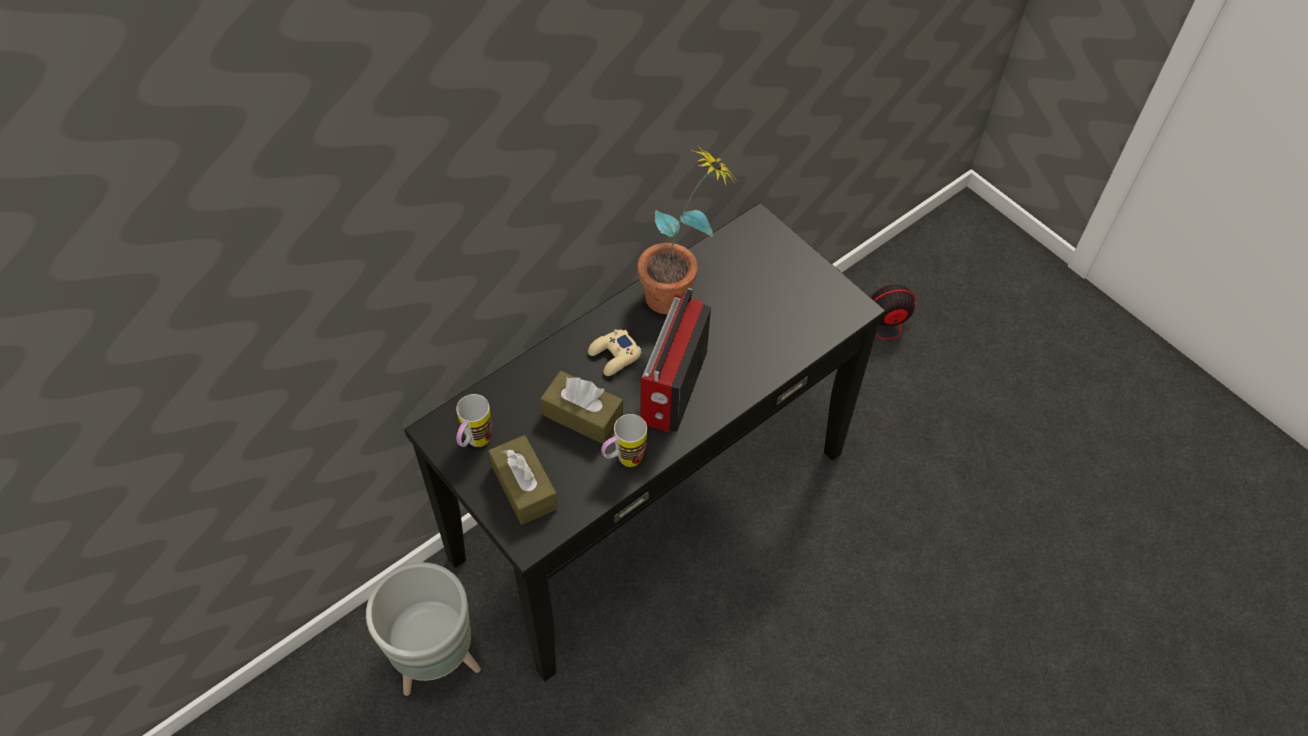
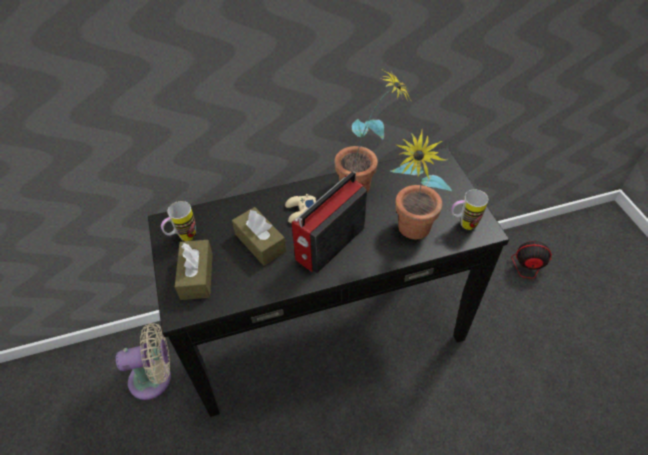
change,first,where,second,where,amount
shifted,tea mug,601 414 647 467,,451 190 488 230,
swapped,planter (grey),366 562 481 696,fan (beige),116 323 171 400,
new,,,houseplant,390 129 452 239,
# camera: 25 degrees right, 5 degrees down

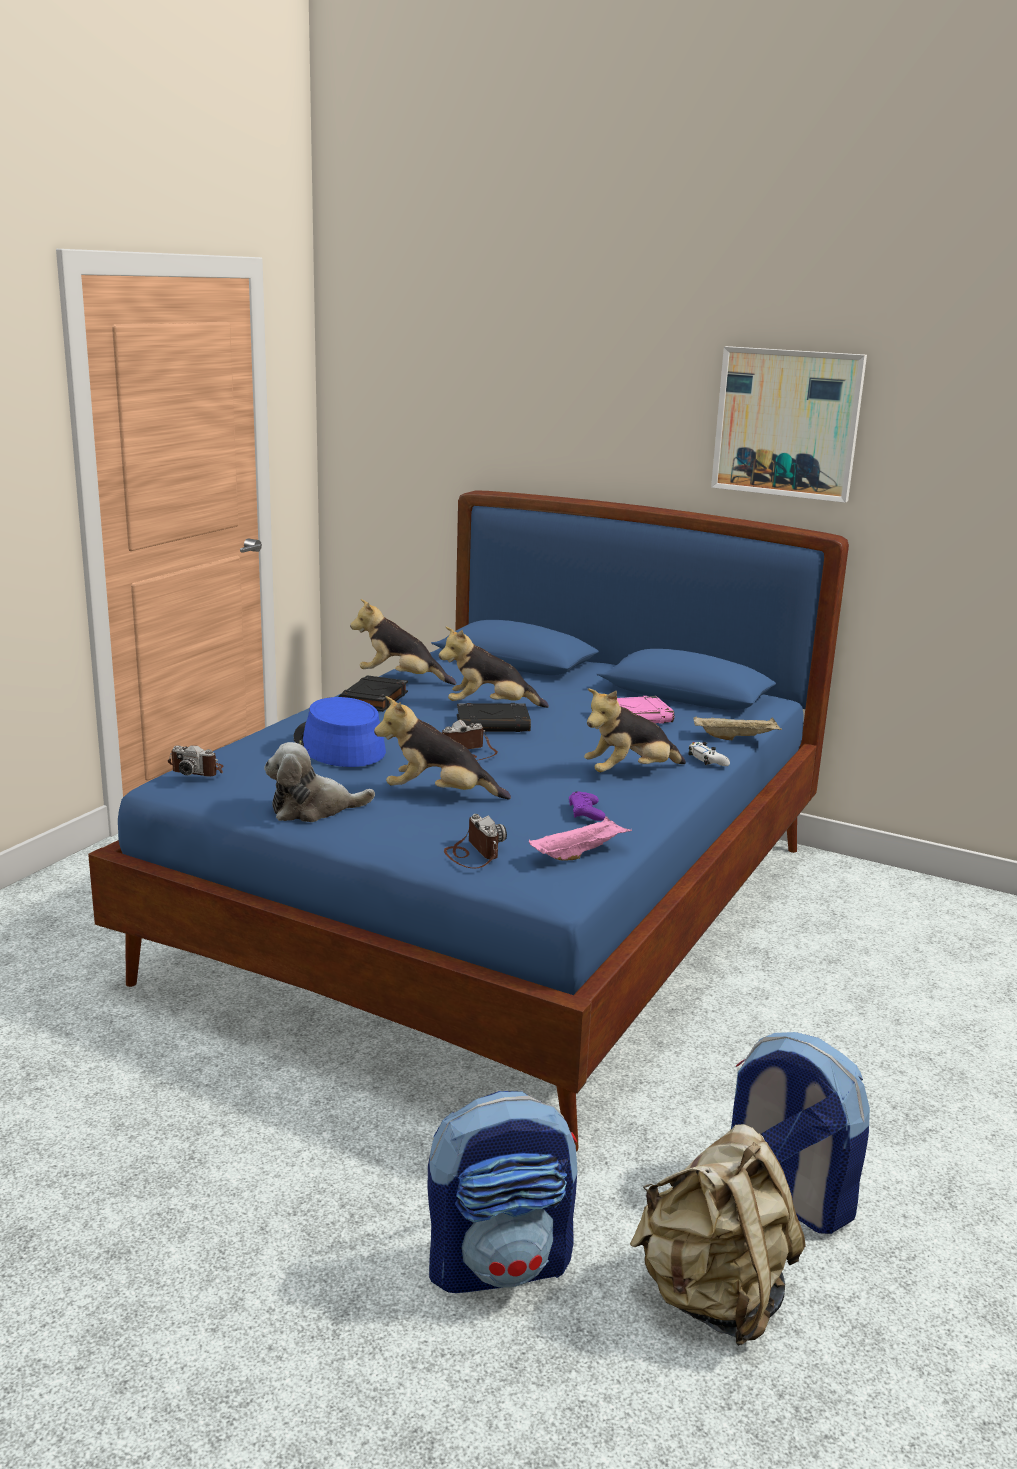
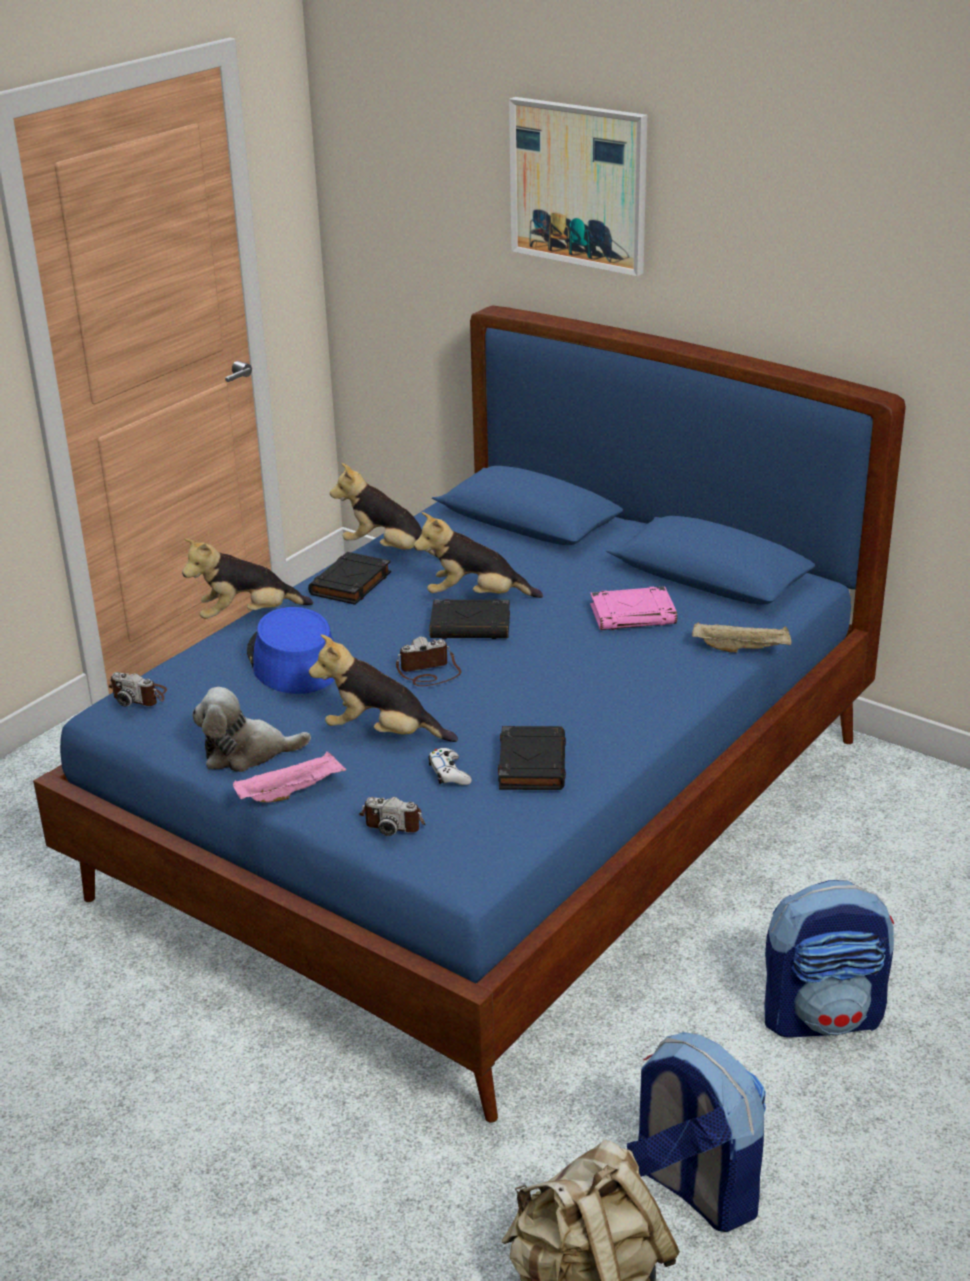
change,first,where,second,where,amount
shifted,picture,711 346 867 503,,509 97 647 276,
shifted,soft toy,584 688 686 772,,182 538 313 619,
shifted,joypad (white),688 742 730 766,,428 748 472 785,
swapped,joypad (purplish),569 791 605 821,volume (black-coloured),498 726 566 790,
rotated,still camera,444 814 507 868,,359 797 426 836,120 degrees clockwise
shifted,tray (pink),529 817 632 861,,233 752 346 802,
shifted,knapsack,428 1091 577 1293,,765 880 894 1037,
# camera: 10 degrees right, 10 degrees up

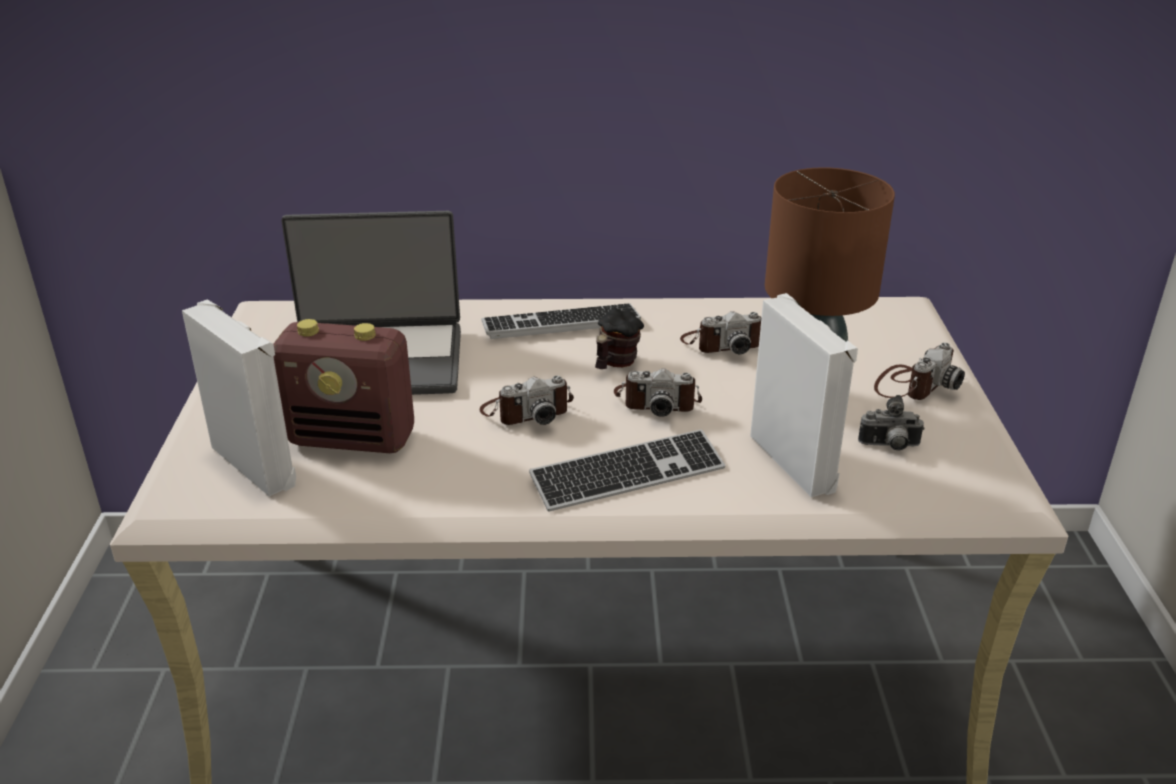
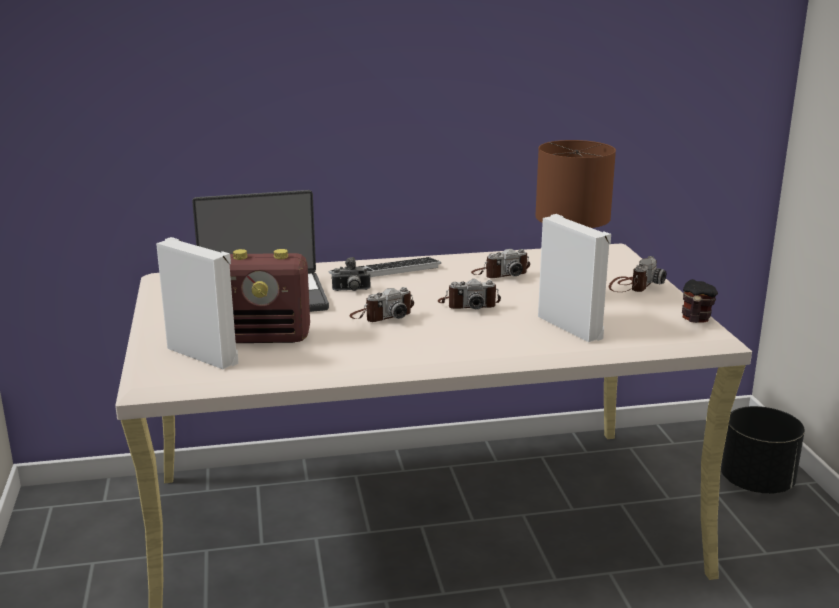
change,first,where,second,where,amount
shifted,tea mug,595 308 644 369,,682 279 718 323,
shifted,still camera,858 395 924 451,,331 257 371 291,
gone,keyboard,529 429 725 512,,,
new,,,planter (black-coloured),721 406 805 494,
# camera: 10 degrees left, 10 degrees down

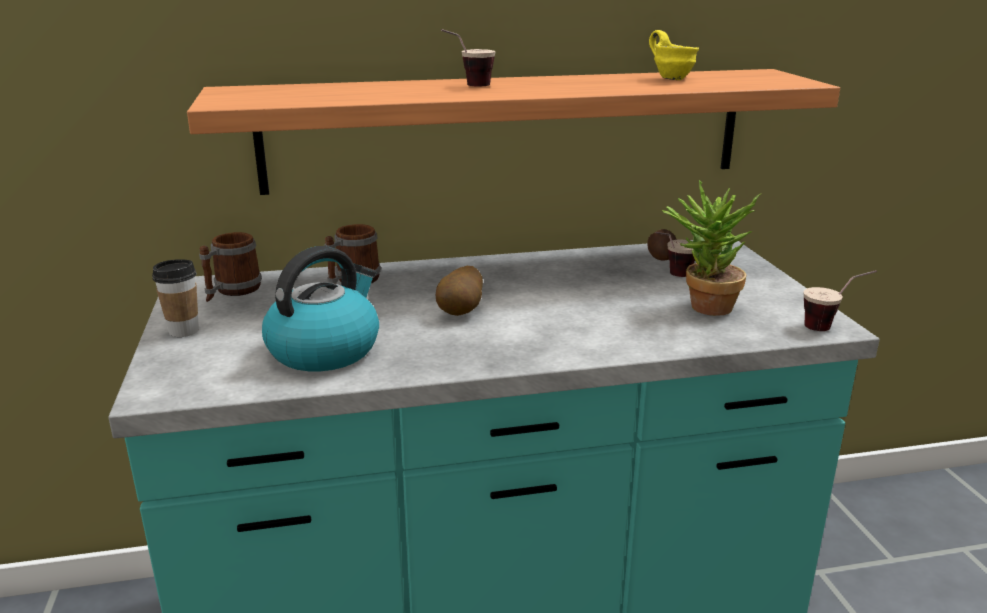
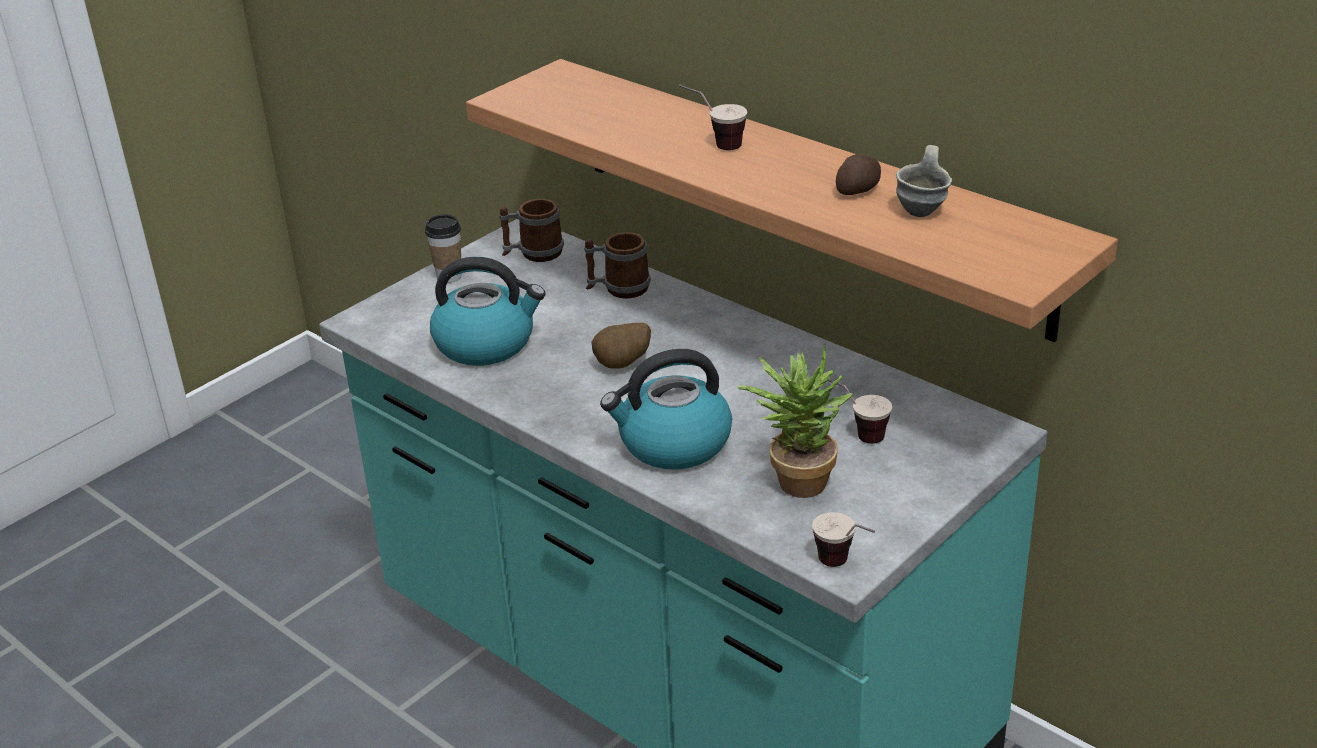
change,first,where,second,where,amount
repainted,tea mug (yellowish),649 30 699 80,tea mug (grey),896 145 952 217,
shifted,whole potato,647 229 677 260,,836 154 881 195,
new,,,tea kettle,600 349 732 470,
# camera: 55 degrees right, 10 degrees up

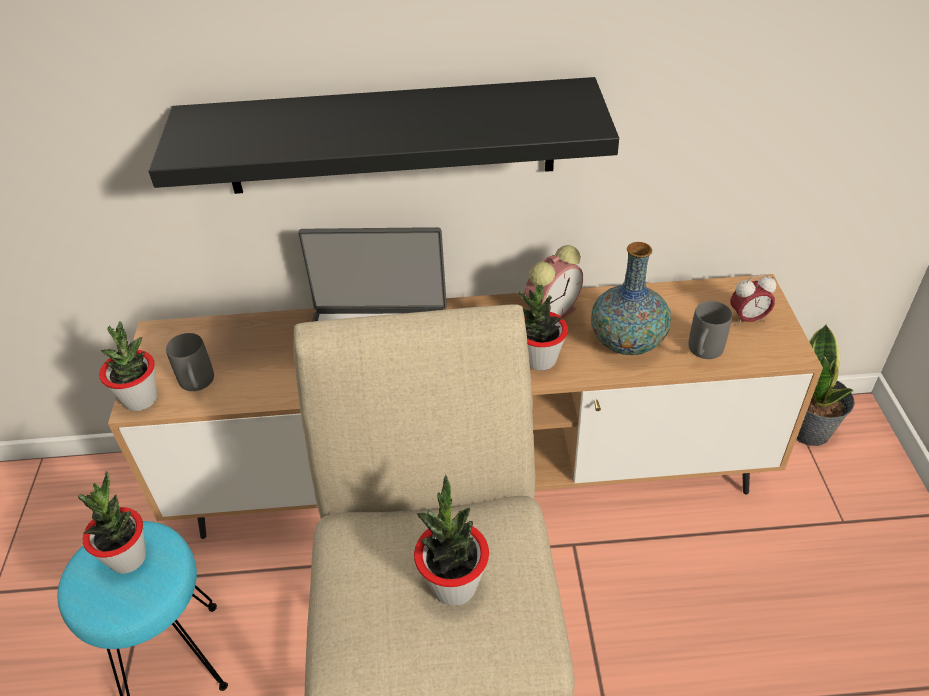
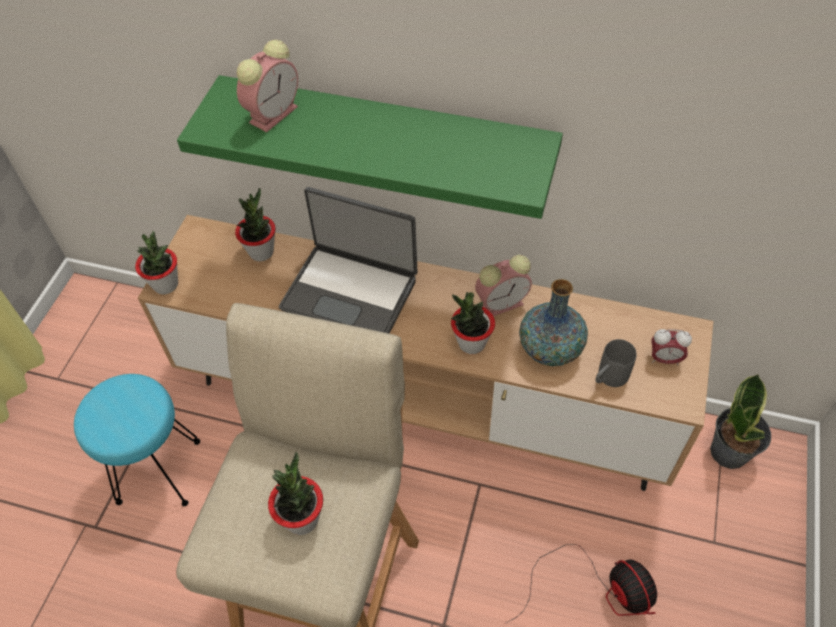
change,first,where,second,where,amount
repainted,shelf (black-coloured),149 77 619 194,shelf (green-coloured),177 75 563 219,
gone,tea mug (grey),166 333 214 391,,,
shifted,houseplant,78 471 146 574,,235 188 276 261,
new,,,table clock,236 39 298 132,
new,,,fan,506 544 657 623,
# camera: 20 degrees right, 10 degrees up

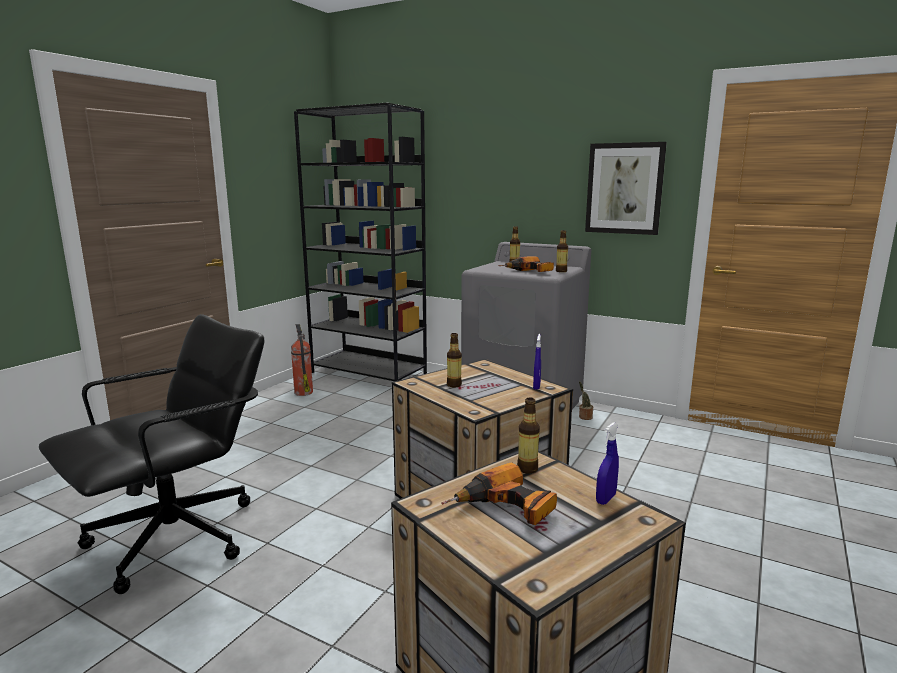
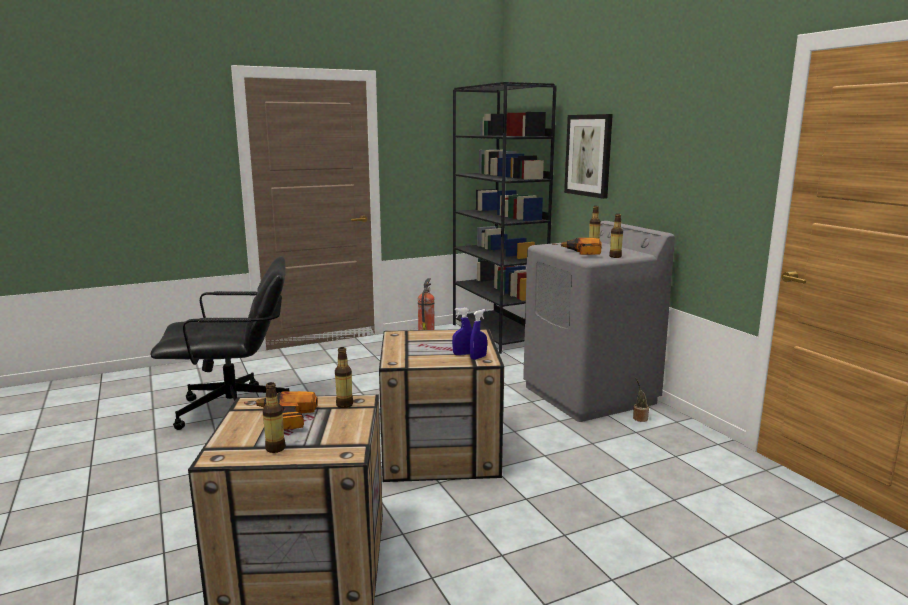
change,first,where,second,where,amount
shifted,picture,585 142 667 235,,564 114 613 199,
shifted,drink bottle,447 333 462 387,,262 382 286 453,
shifted,hand sprayer (bluish),596 422 619 505,,452 307 472 355,
# camera: 35 degrees right, 0 degrees up

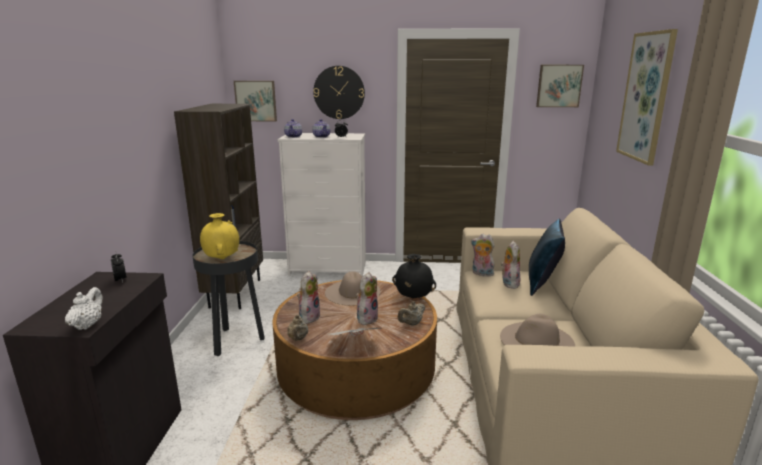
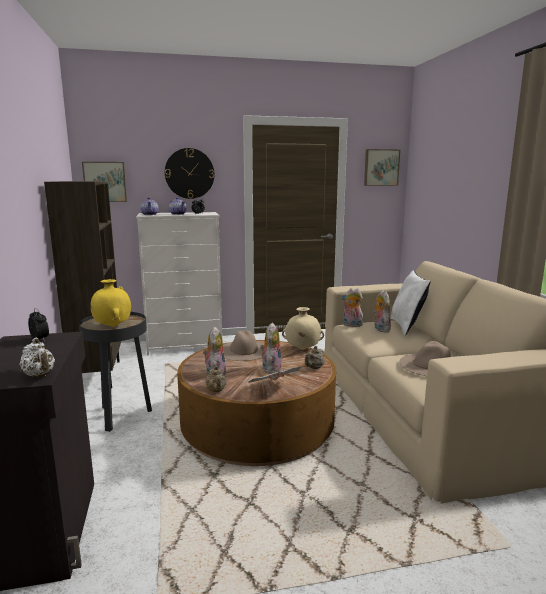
change,first,where,second,where,amount
gone,picture,616 29 678 166,,,
repainted,cushion (bluish),529 219 565 296,cushion (white),390 271 431 336,
repainted,vase (black-coloured),392 254 436 298,vase (beige),282 307 324 350,
rotated,tea pot (white),65 287 103 330,,19 338 55 378,150 degrees clockwise
# camera: 15 degrees left, 5 degrees down

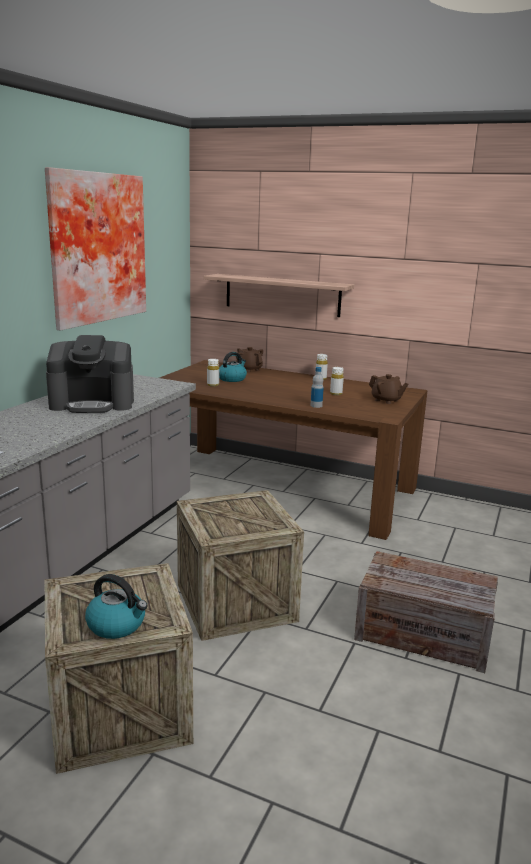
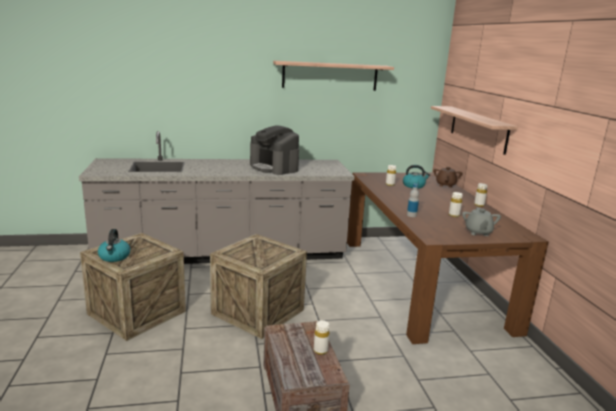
change,first,where,second,where,amount
swapped,picture,45 167 146 331,shelf,273 61 394 91,
repainted,tea pot (brownish),369 374 408 404,tea pot (grey),462 207 501 236,
new,,,drink bottle (white),314 320 329 355,
# camera: 55 degrees right, 0 degrees up

